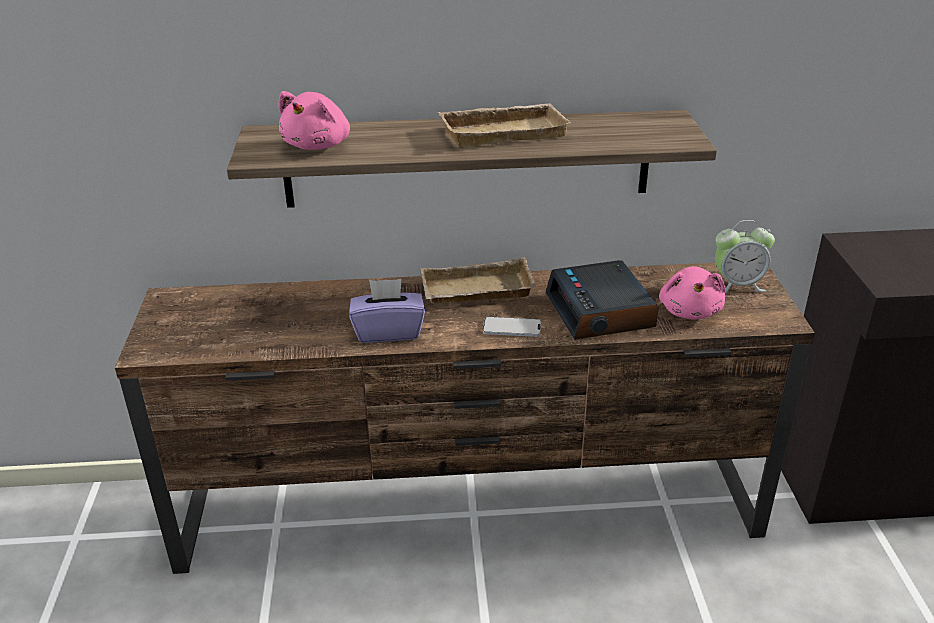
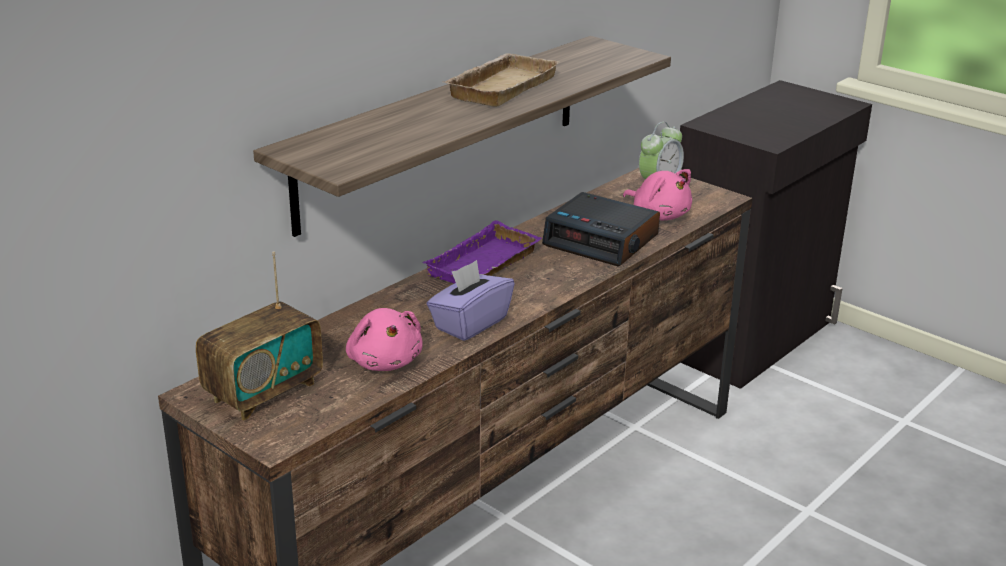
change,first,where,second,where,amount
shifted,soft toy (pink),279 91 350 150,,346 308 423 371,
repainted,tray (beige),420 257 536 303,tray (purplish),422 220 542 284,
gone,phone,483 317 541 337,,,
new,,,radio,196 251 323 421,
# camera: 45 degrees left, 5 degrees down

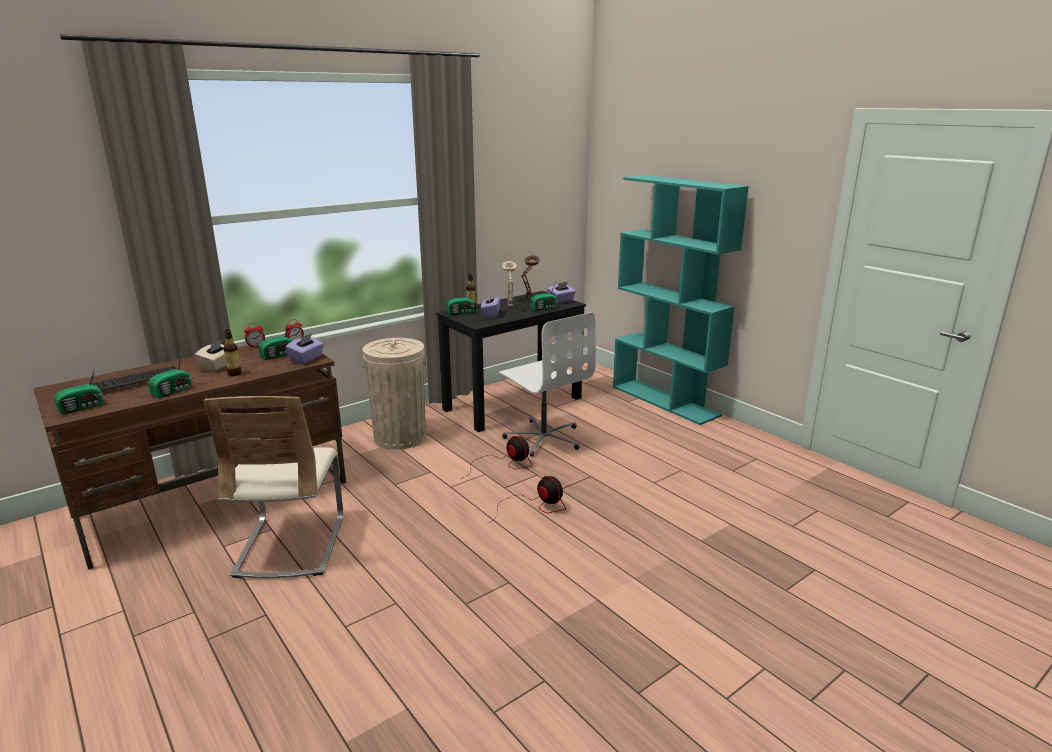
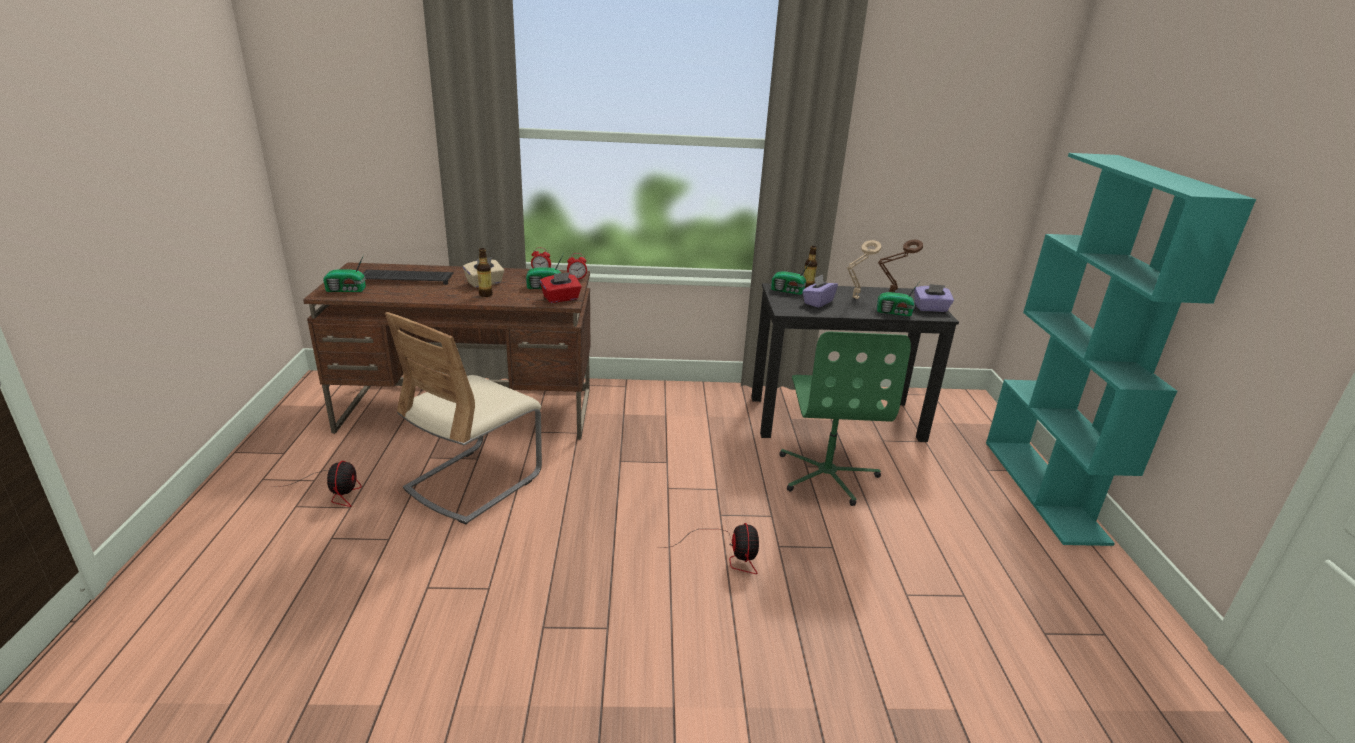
change,first,where,second,where,amount
repainted,office chair (white),499 312 596 457,office chair (green-coloured),779 331 911 506,
repainted,box of tissues (purplish),285 333 324 364,box of tissues (reddish),540 272 582 303,
gone,rubbish bin (beige),362 338 427 450,,,
gone,radio,148 354 192 398,,,
shifted,fan,461 436 532 479,,271 461 362 507,
# camera: 35 degrees right, 5 degrees up

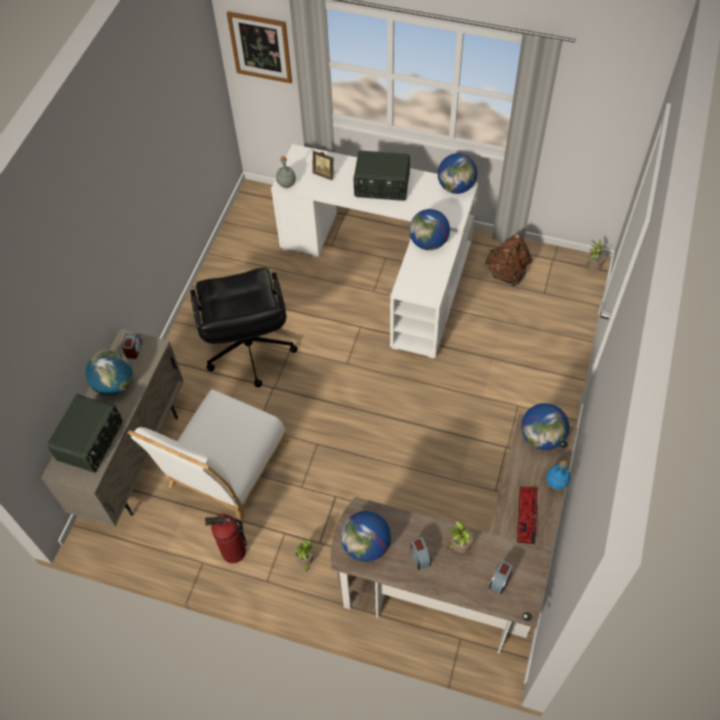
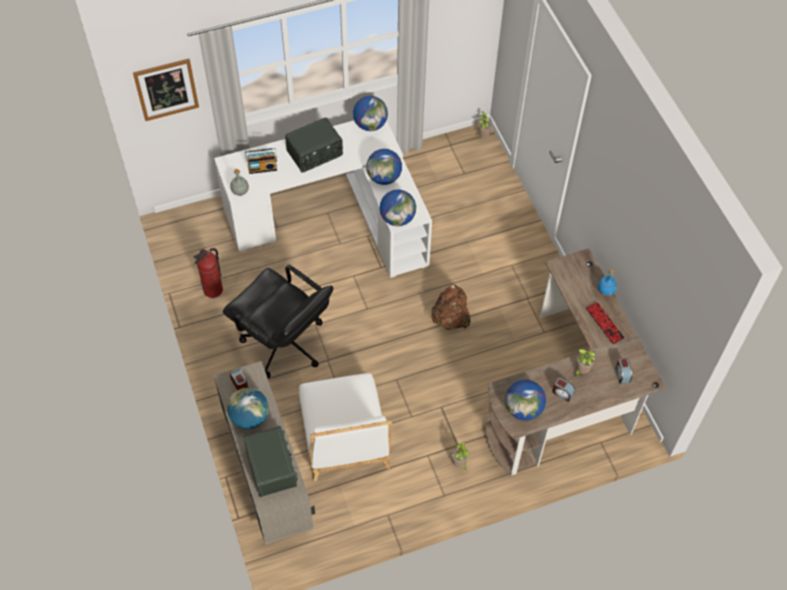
change,first,where,second,where,amount
swapped,photo frame,313 150 335 180,radio,245 148 277 174,
shifted,knapsack (brownish),485 235 533 287,,431 285 471 330,
shifted,world globe,521 403 569 450,,380 190 416 226,
shifted,extinguisher,205 513 247 563,,194 248 223 298,
# camera: 40 degrees left, 0 degrees up

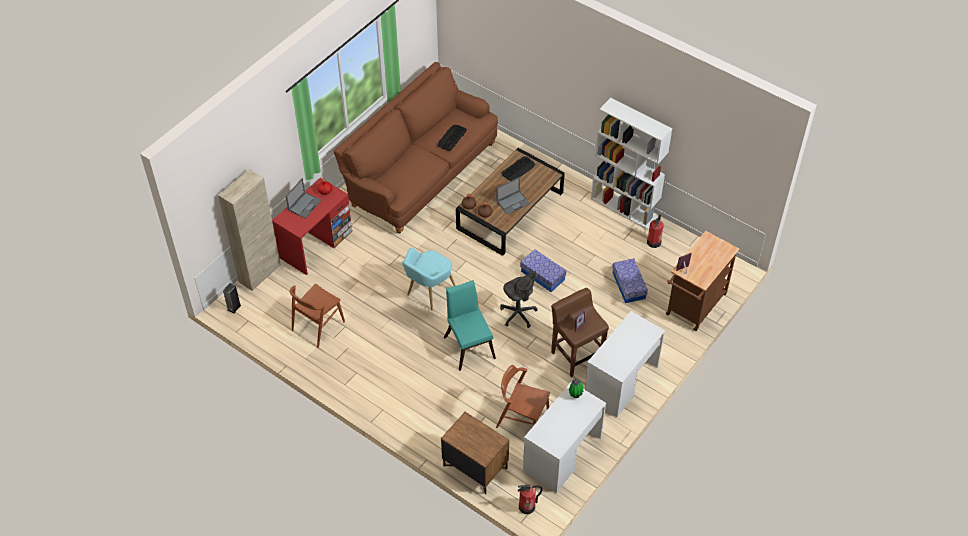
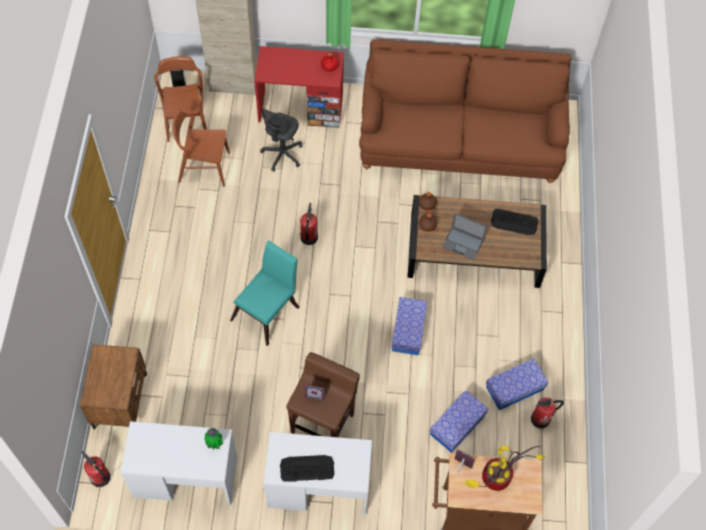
change,first,where,second,where,amount
gone,bookshelf (white),591 98 672 230,,,
shifted,keyboard,437 125 467 151,,280 455 334 481,
gone,laptop,286 178 321 219,,,
swapped,armchair (turquoise),402 248 456 310,extinguisher,300 203 318 245,
shifted,office chair (grey),500 271 538 328,,260 109 303 172,
shifted,chair (brownish),496 365 550 428,,154 56 207 142,
new,,,storage bin,486 358 549 410,
new,,,houseplant,466 446 545 491,
# camera: 55 degrees right, 10 degrees up

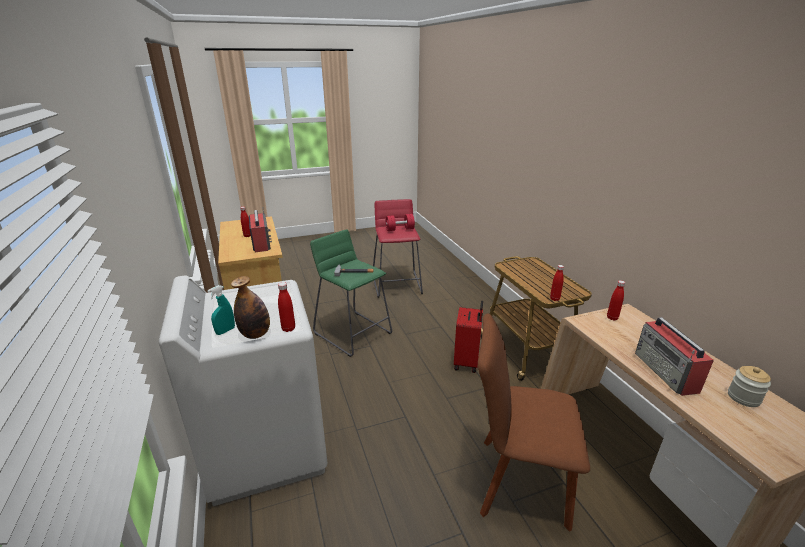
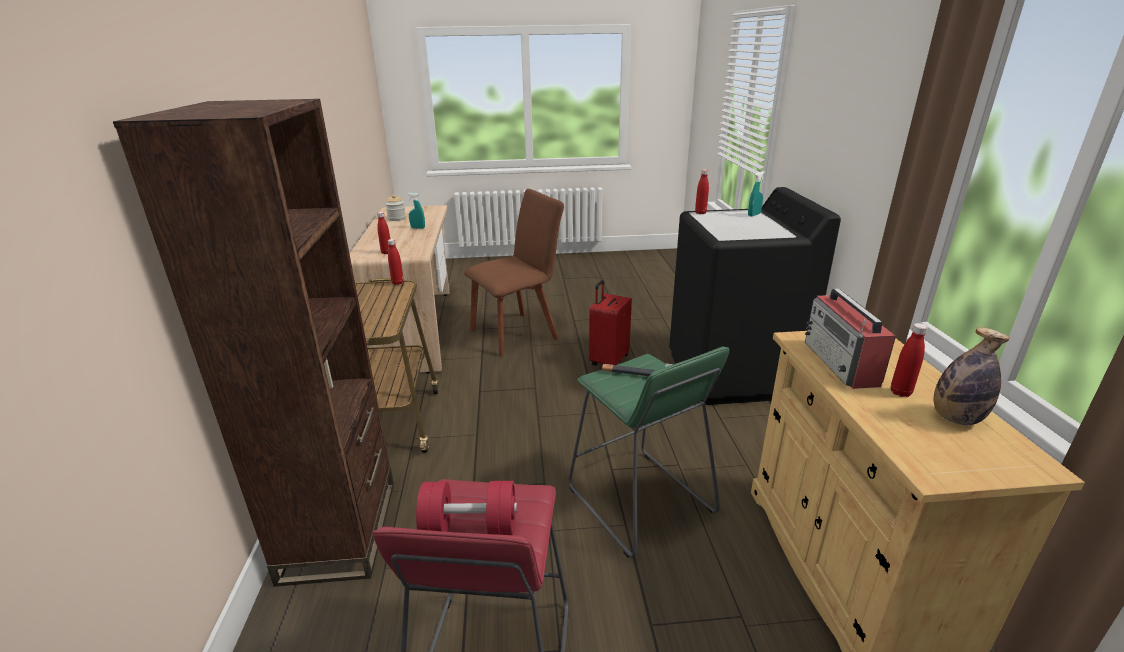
change,first,where,second,where,amount
repainted,laundry appliance (white),159 276 327 506,laundry appliance (black-coloured),669 187 841 405,
shifted,drink bottle,231 276 270 339,,934 327 1010 425,
shifted,suitcase (reddish),454 301 483 373,,589 280 632 366,
rotated,chair (brownish),478 313 590 531,,464 189 564 356,60 degrees counterclockwise
swapped,radio,635 317 714 396,hand sprayer (turquoise),407 193 425 229,
new,,,bookshelf (brownish),113 99 394 587,
# camera: 165 degrees left, 0 degrees up

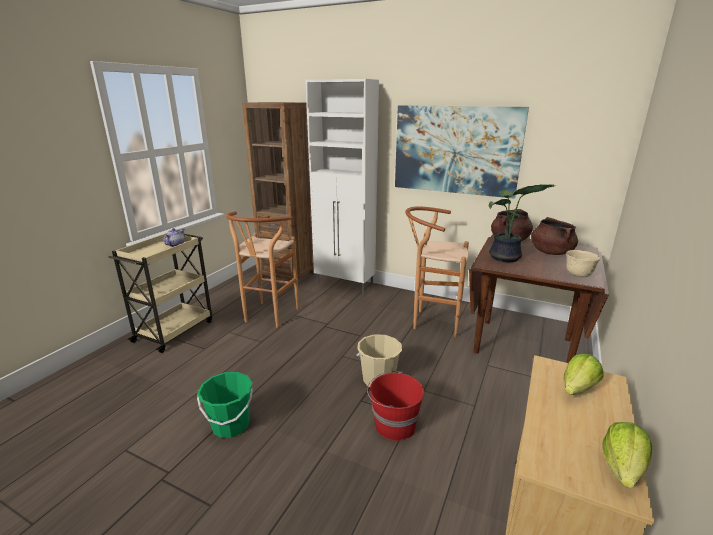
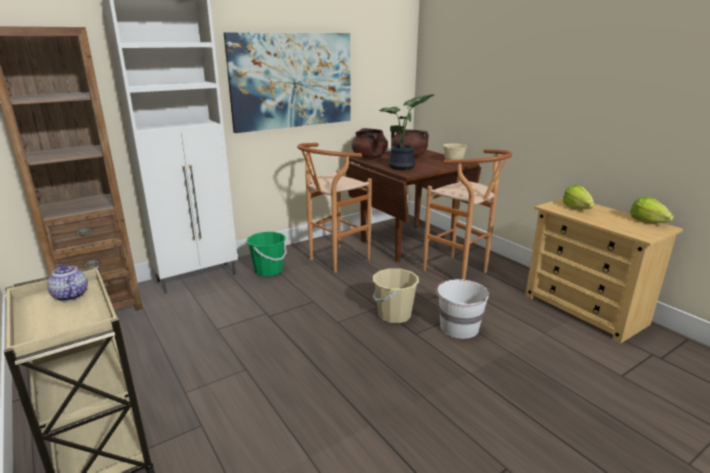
change,first,where,second,where,amount
shifted,stool (brownish),226 211 299 328,,423 149 512 280,
repainted,pail (reddish),367 371 424 441,pail (white),435 279 489 339,
shifted,pail (green-coloured),197 372 253 438,,246 232 287 277,
# camera: 60 degrees left, 0 degrees up

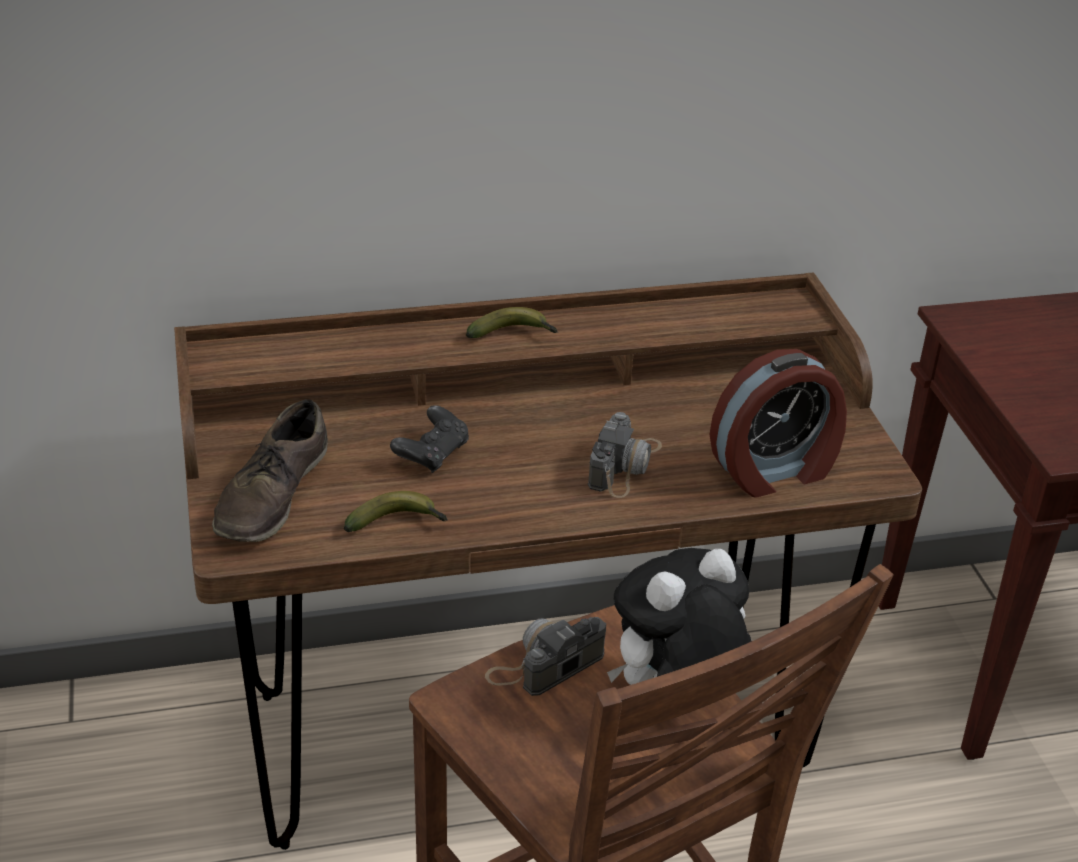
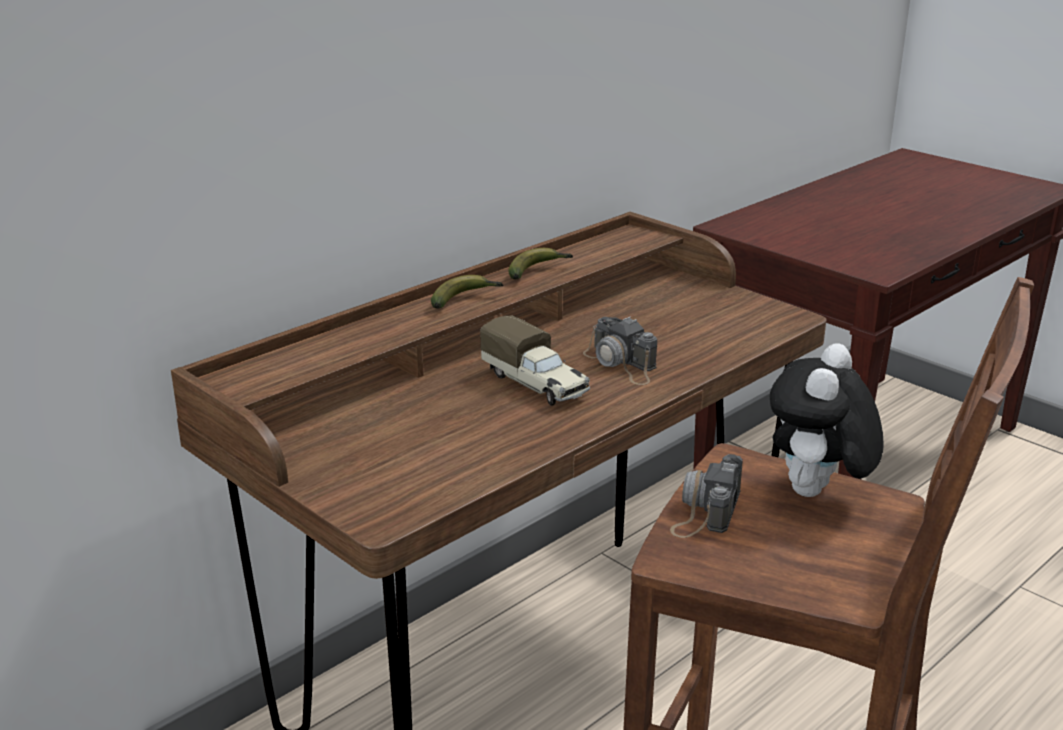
change,first,where,second,where,amount
gone,table clock,710 349 847 498,,,
gone,item of footwear (brownish),212 399 328 542,,,
gone,joypad (black-coloured),390 405 469 473,,,
rotated,still camera,588 412 662 498,,583 317 657 385,150 degrees clockwise
shifted,banana fruit,344 491 448 532,,508 248 573 279,
new,,,toy truck,480 315 590 406,
# camera: 30 degrees left, 10 degrees down

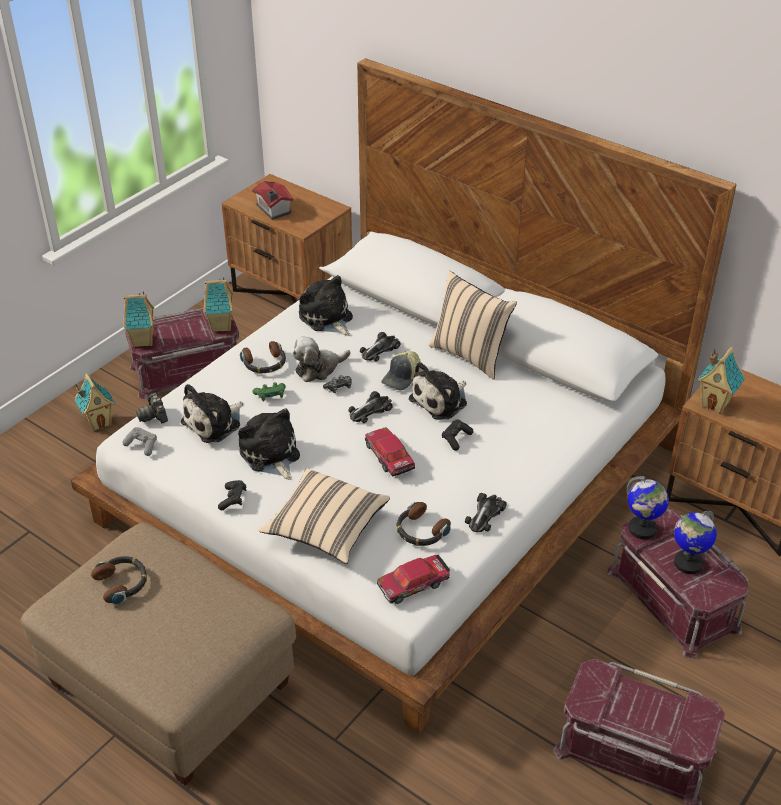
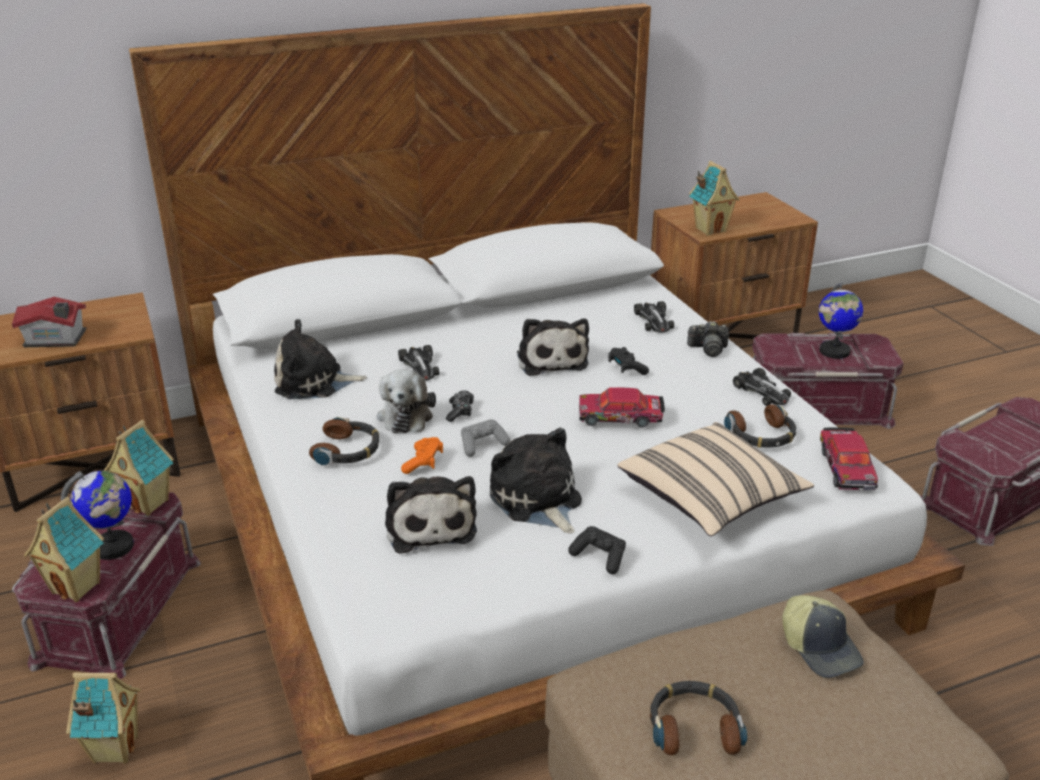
change,first,where,second,where,amount
gone,cushion (beige),429 271 517 380,,,
shifted,peaked cap,381 351 421 390,,782 595 864 678,
repainted,joypad (green-coloured),253 382 286 402,joypad (orangey),401 437 443 474,
shifted,toy car,349 391 393 423,,634 301 674 333,
shifted,still camera,136 393 168 423,,687 321 729 357,
rotated,soft toy,238 408 300 480,,490 428 582 534,60 degrees clockwise
shifted,joypad (grey),122 427 157 456,,461 419 510 457,
shifted,world globe,627 476 669 539,,61 471 134 560,
# camera: 60 degrees left, 10 degrees down

